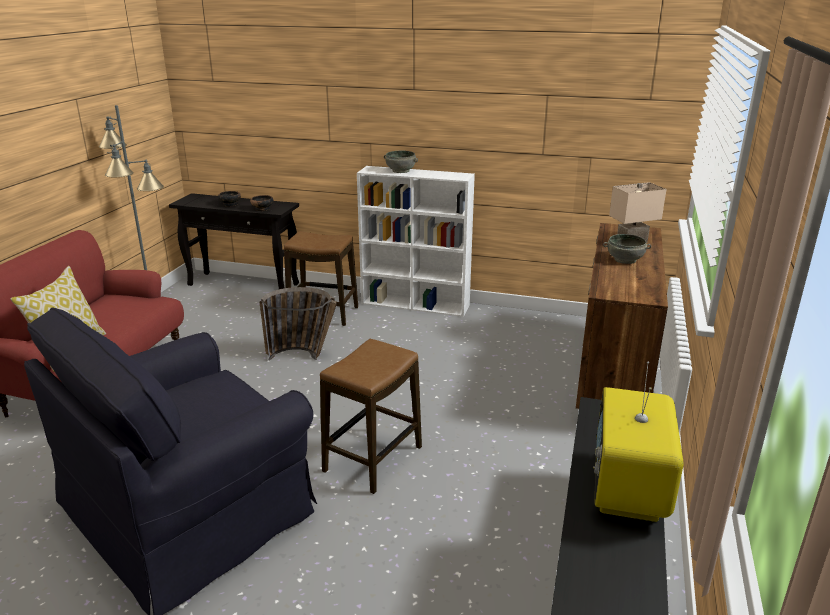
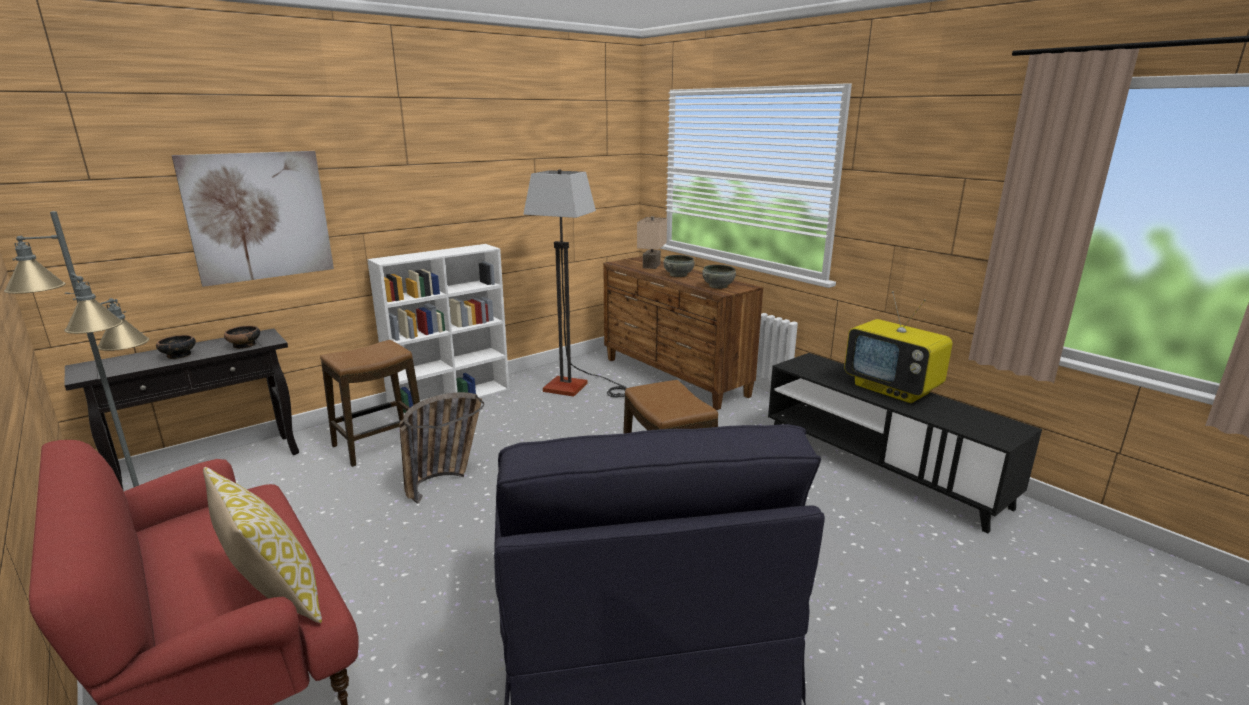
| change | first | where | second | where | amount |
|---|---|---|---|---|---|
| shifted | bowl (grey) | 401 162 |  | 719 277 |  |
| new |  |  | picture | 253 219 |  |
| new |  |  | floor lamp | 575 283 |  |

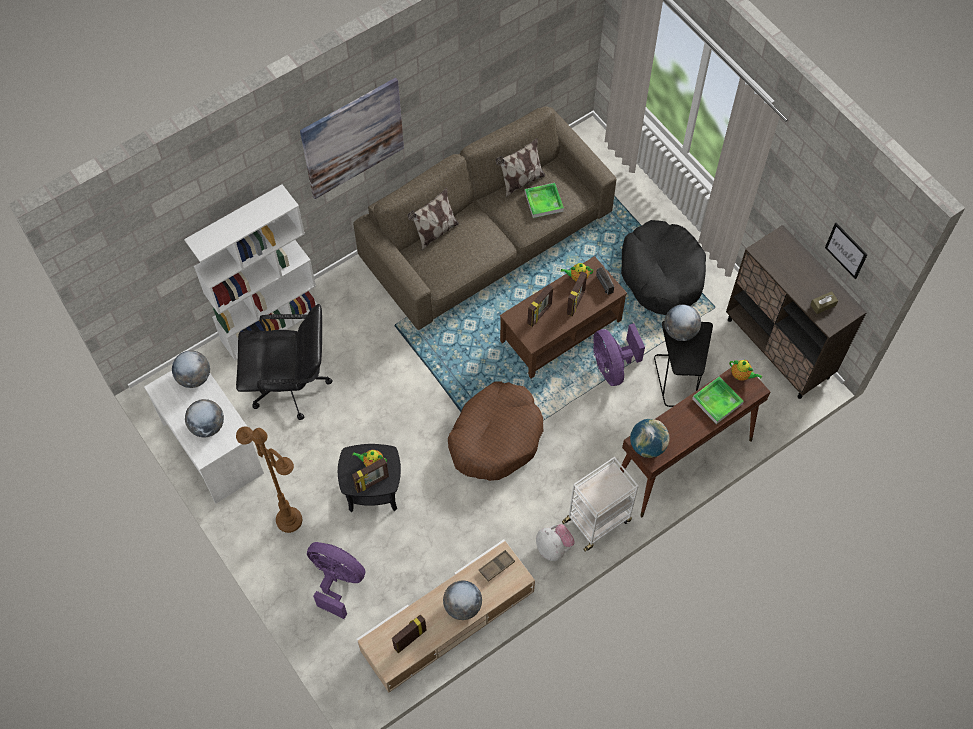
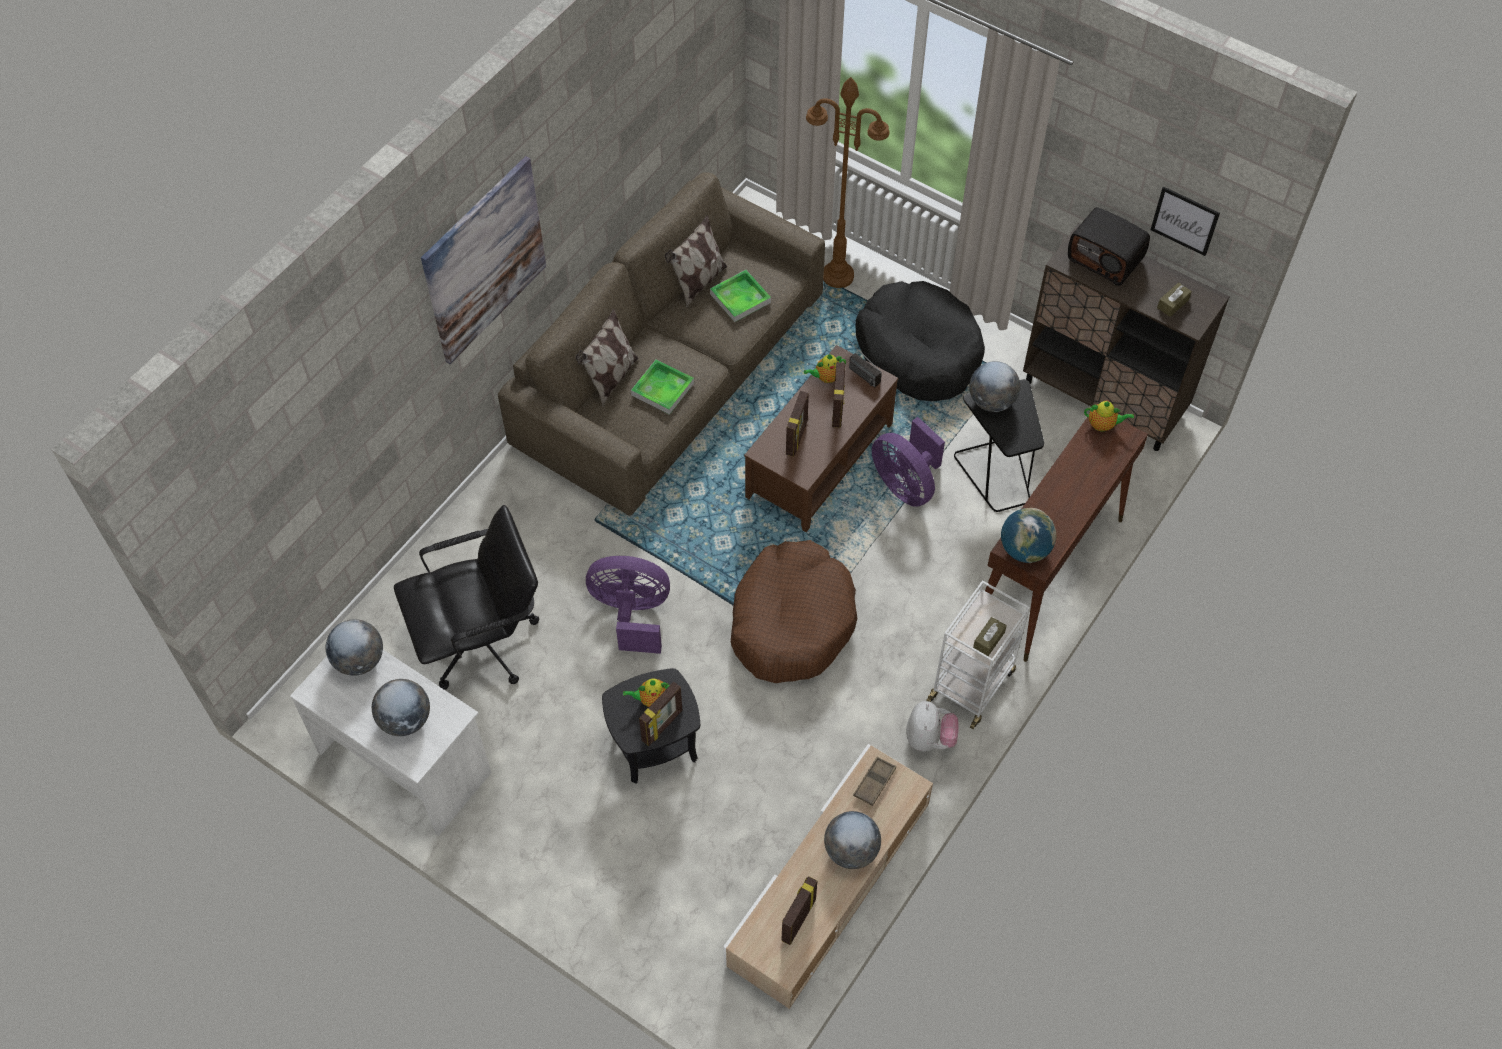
| change | first | where | second | where | amount |
|---|---|---|---|---|---|
| gone | bookcase (white) | 250 272 |  |  |  |
| shifted | floor lamp (brown) | 269 479 |  | 847 182 |  |
| shifted | fan (purple) | 336 580 |  | 628 605 |  |
| rotated | plush toy | 555 542 |  | 932 726 | 60 degrees clockwise |
| shifted | tray | 718 400 |  | 662 387 |  |
| new |  |  | tissue box (brown) | 990 636 |  |
| new |  |  | radio | 1109 246 |  |

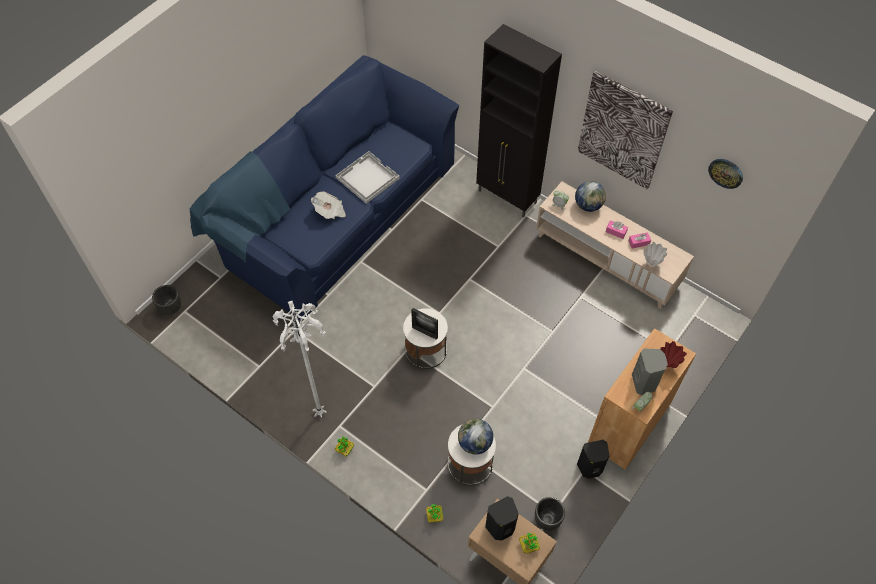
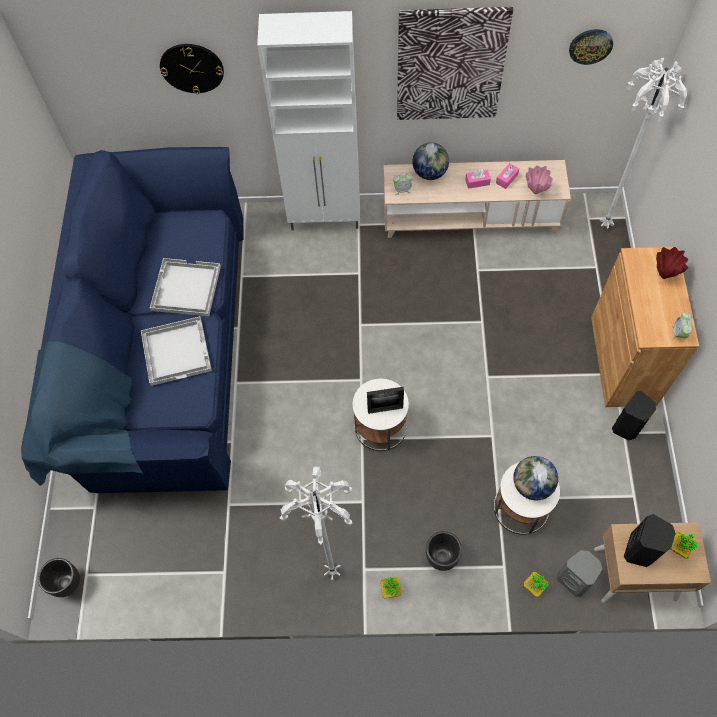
| change | first | where | second | where | amount |
|---|---|---|---|---|---|
| swapped | newspaper | 328 205 | tray (white) | 176 351 |  |
| repainted | cabinet (black) | 519 121 | cabinet (white) | 308 120 |  |
| shifted | planter (black) | 550 514 |  | 444 551 |  |
| shifted | speaker (grey) | 650 372 |  | 579 573 |  |
| repainted | vase (white) | 655 254 | vase (pink) | 539 179 |  |
| new |  |  | wall clock | 192 69 |  |
| new |  |  | floor lamp (white) | 643 143 |  |

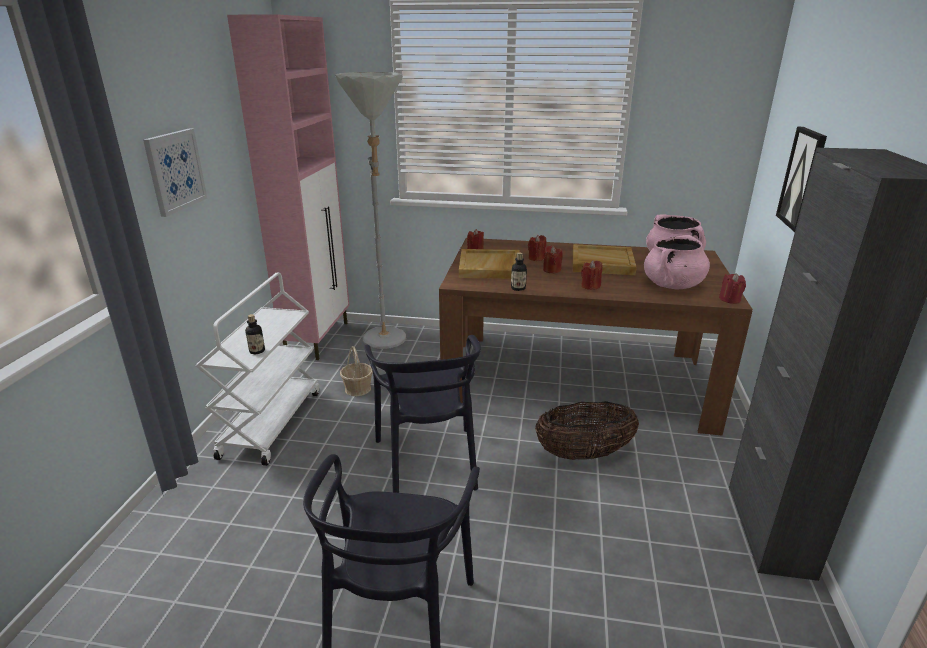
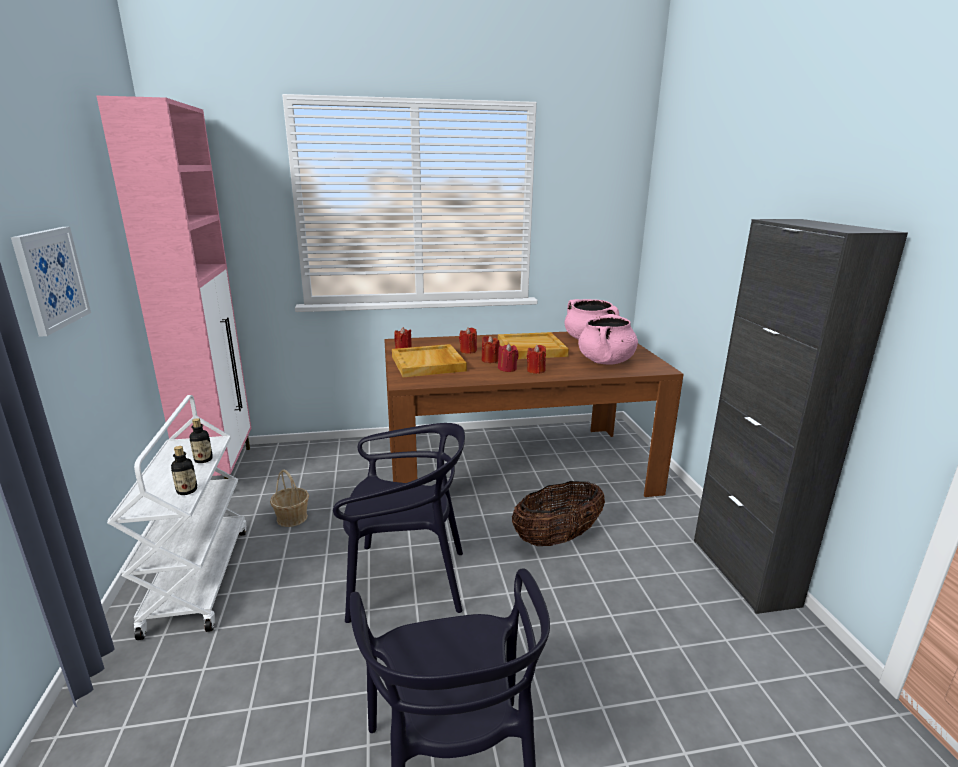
| change | first | where | second | where | amount |
|---|---|---|---|---|---|
| gone | floor lamp (grey) | 370 210 |  |  |  |
| rotated | chair (black) | 422 414 |  | 399 523 | 60 degrees counterclockwise |
| shifted | bottle | 519 272 |  | 201 440 |  |
| shifted | candle (red) | 732 288 |  | 508 358 |  |
| gone | picture | 801 179 |  |  |  |

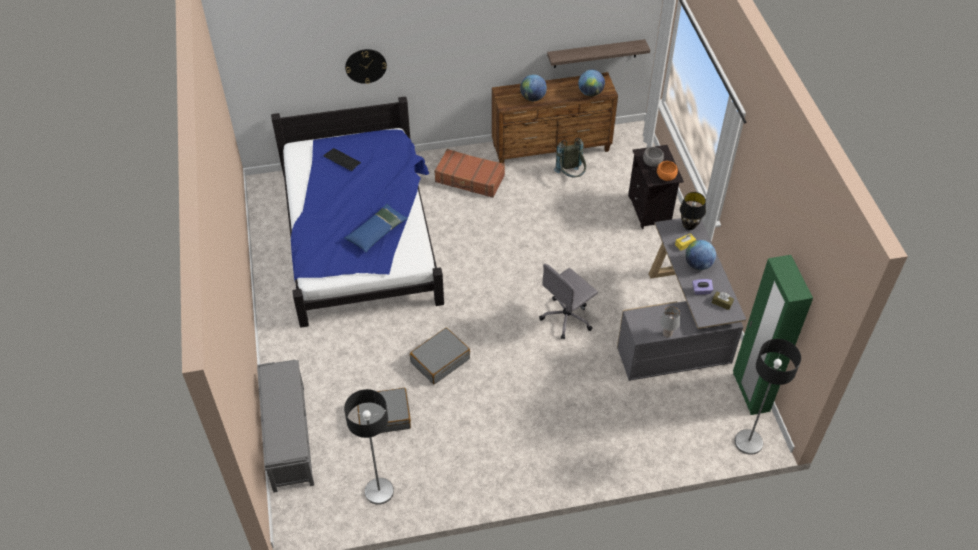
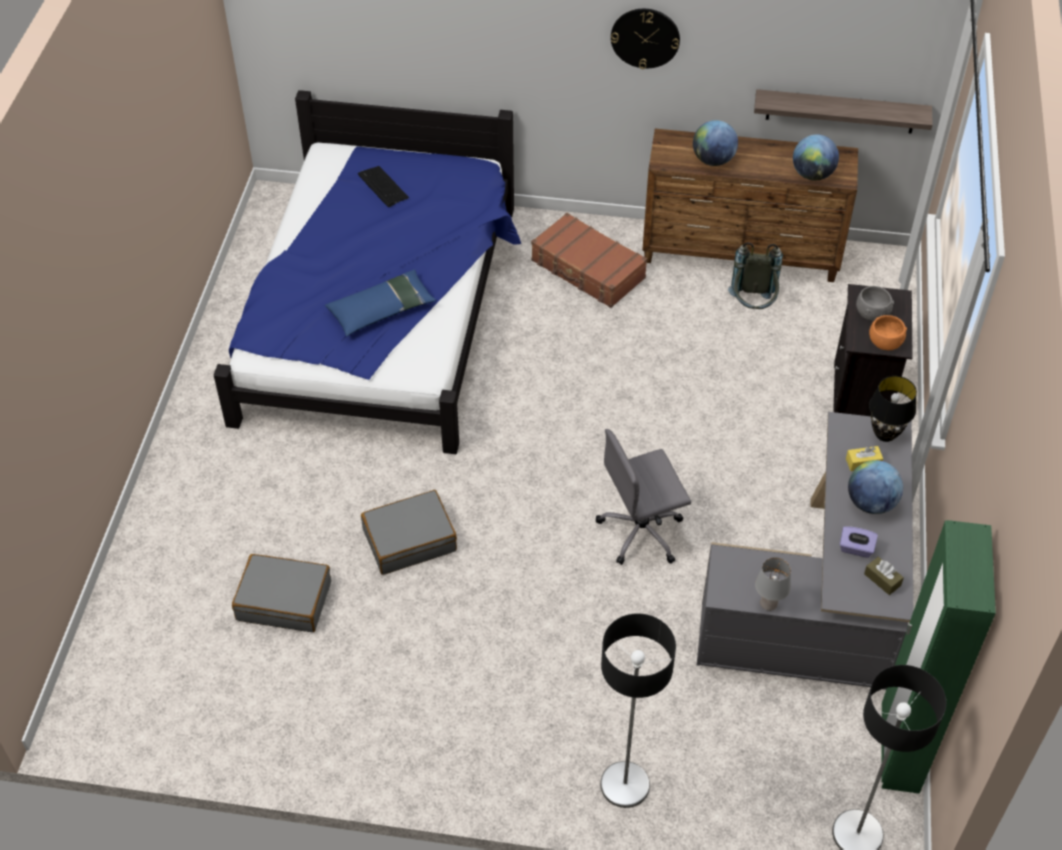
| change | first | where | second | where | amount |
|---|---|---|---|---|---|
| gone | bench (grey) | 285 426 |  |  |  |
| shifted | floor lamp | 369 447 |  | 638 711 |  |
| shifted | wall clock | 366 66 |  | 645 39 |  |

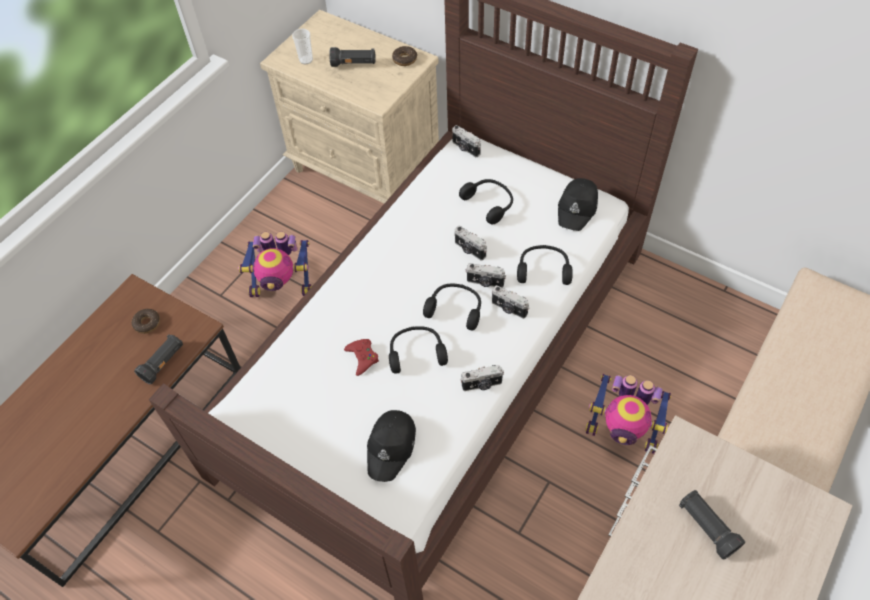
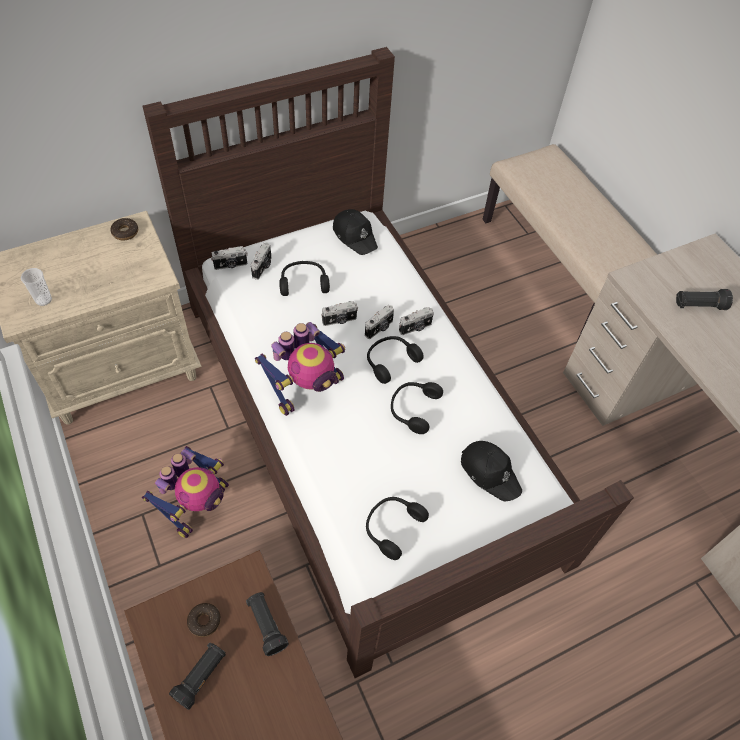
| change | first | where | second | where | amount |
|---|---|---|---|---|---|
| shifted | flashlight (black) | 352 57 |  | 197 676 |  |
| gone | game controller (red) | 361 357 |  |  |  |
| shifted | photo camera | 482 378 |  | 261 261 |  |
| shifted | headphones (black) | 545 265 |  | 397 528 |  |
| shifted | toy robot | 628 414 |  | 300 369 |  |

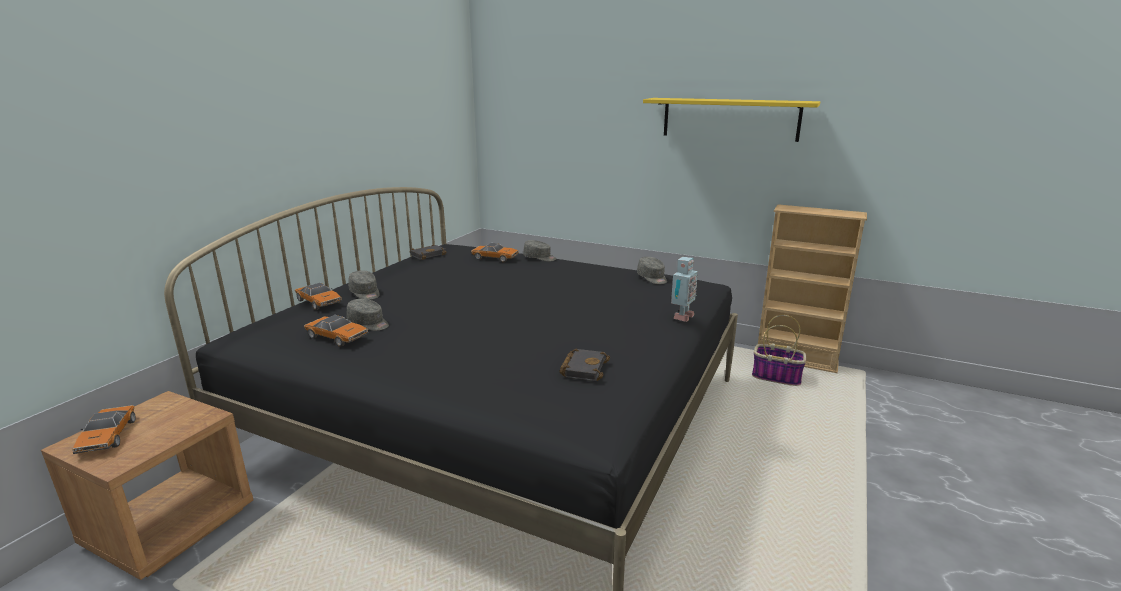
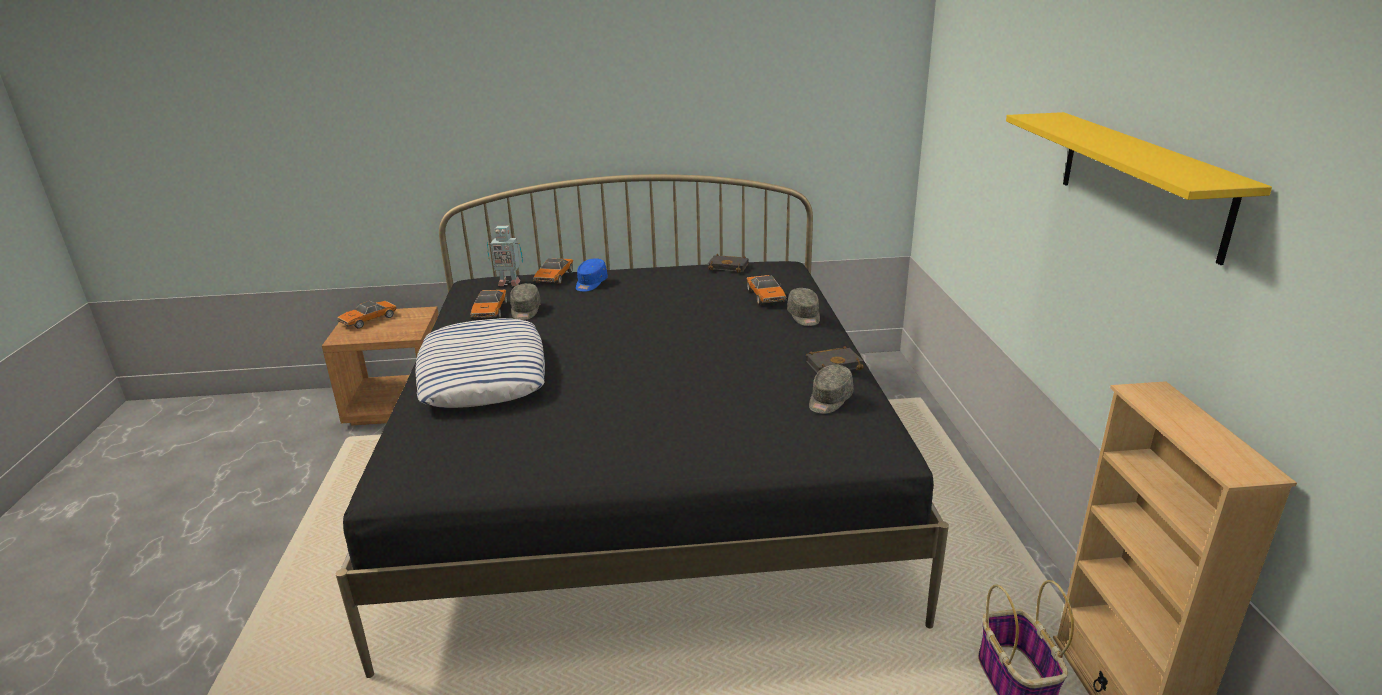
| change | first | where | second | where | amount |
|---|---|---|---|---|---|
| repainted | cap (grey) | 364 285 | cap (blue) | 592 275 |  |
| shifted | book (black) | 584 365 |  | 835 359 |  |
| shifted | toy robot | 684 289 |  | 505 256 |  |
| new |  |  | pillow | 480 363 |  |

